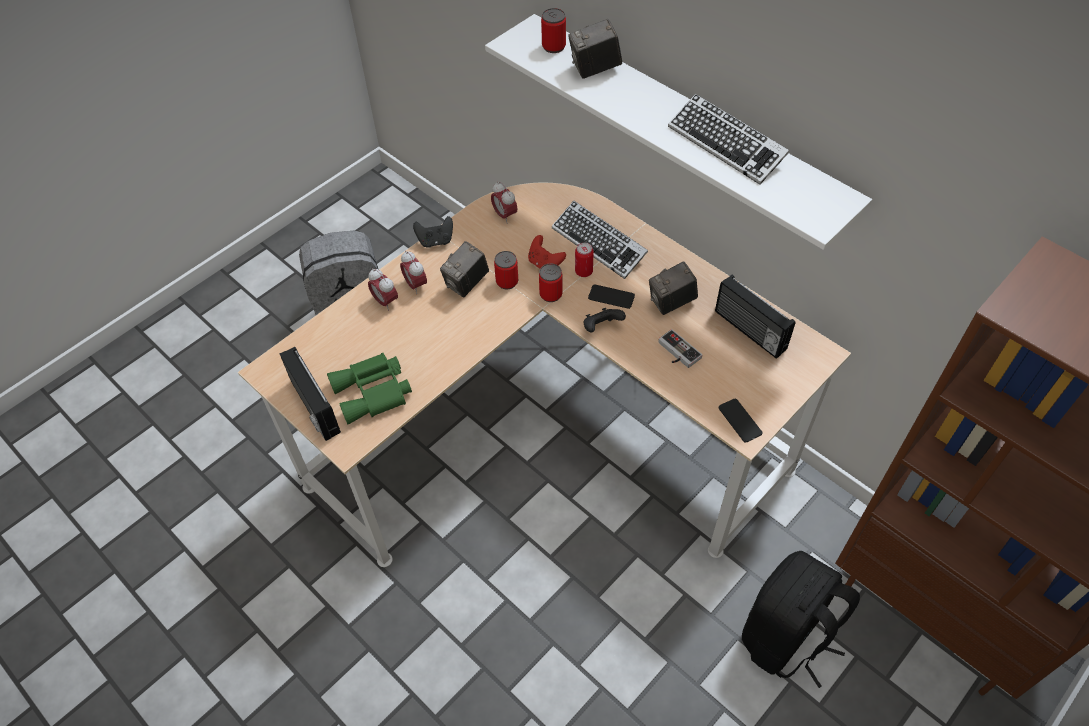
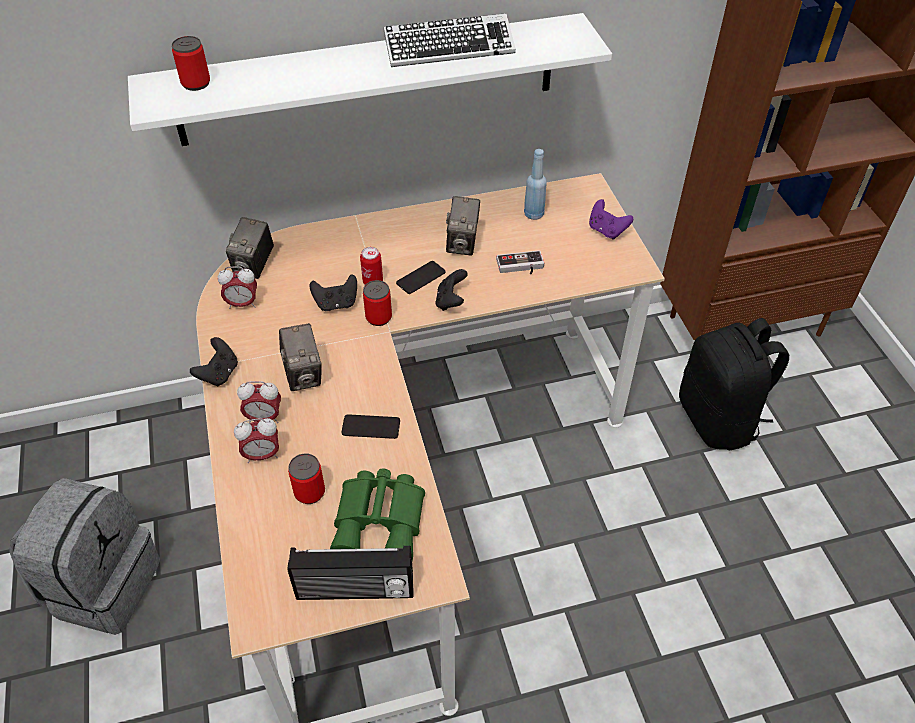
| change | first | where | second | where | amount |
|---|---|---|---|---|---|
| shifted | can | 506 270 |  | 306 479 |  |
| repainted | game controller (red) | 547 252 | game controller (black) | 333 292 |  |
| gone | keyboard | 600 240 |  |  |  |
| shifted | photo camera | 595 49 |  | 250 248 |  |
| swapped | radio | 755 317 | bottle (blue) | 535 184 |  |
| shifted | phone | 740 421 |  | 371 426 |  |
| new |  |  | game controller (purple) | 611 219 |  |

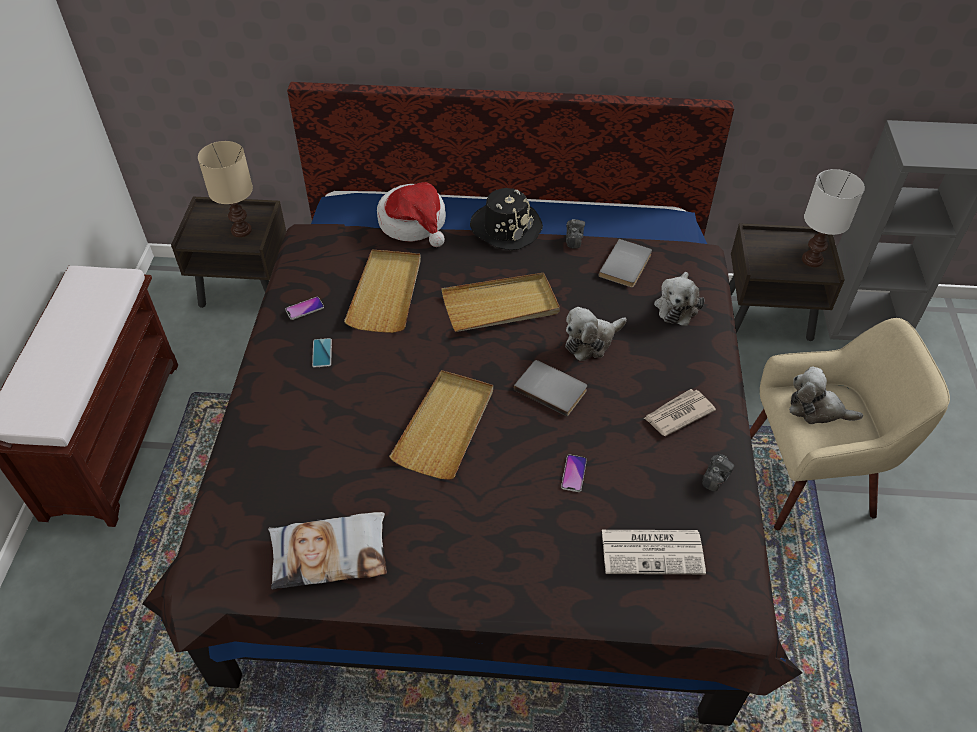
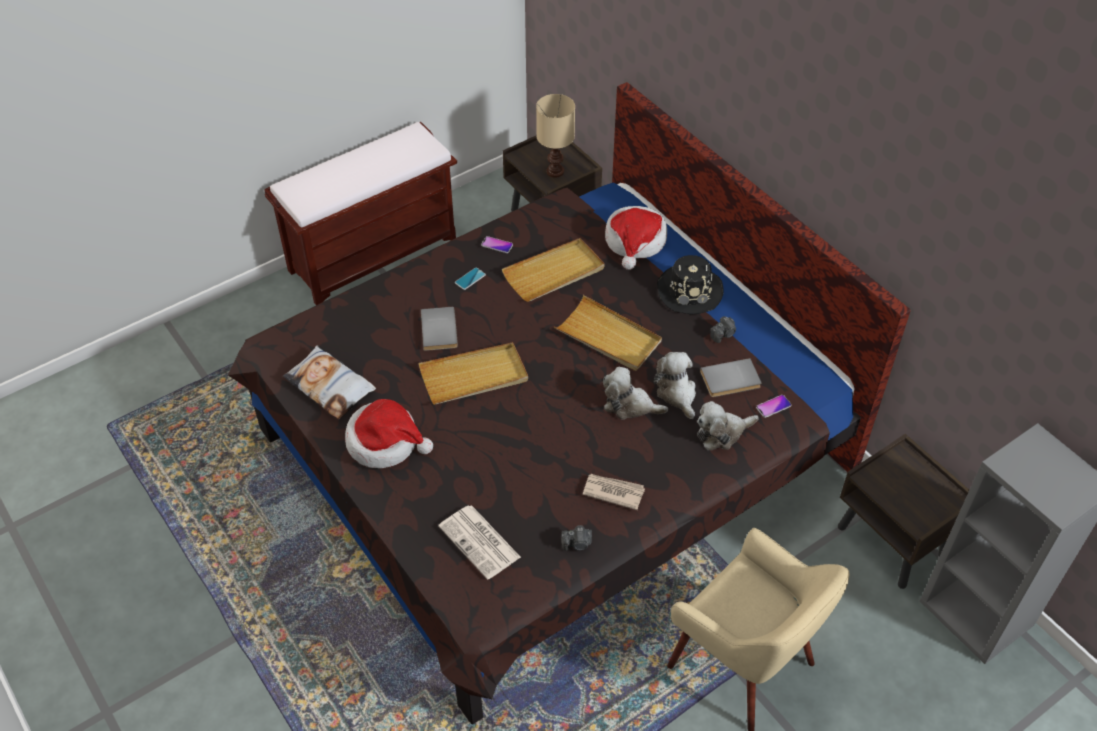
| change | first | where | second | where | amount |
|---|---|---|---|---|---|
| shifted | book (grey) | 550 388 |  | 439 329 |  |
| shifted | phone | 574 473 |  | 773 406 |  |
| shifted | plush toy | 826 395 |  | 674 385 |  |
| gone | table lamp (white) | 833 218 |  |  |  |
| new |  |  | hat | 389 433 |  |

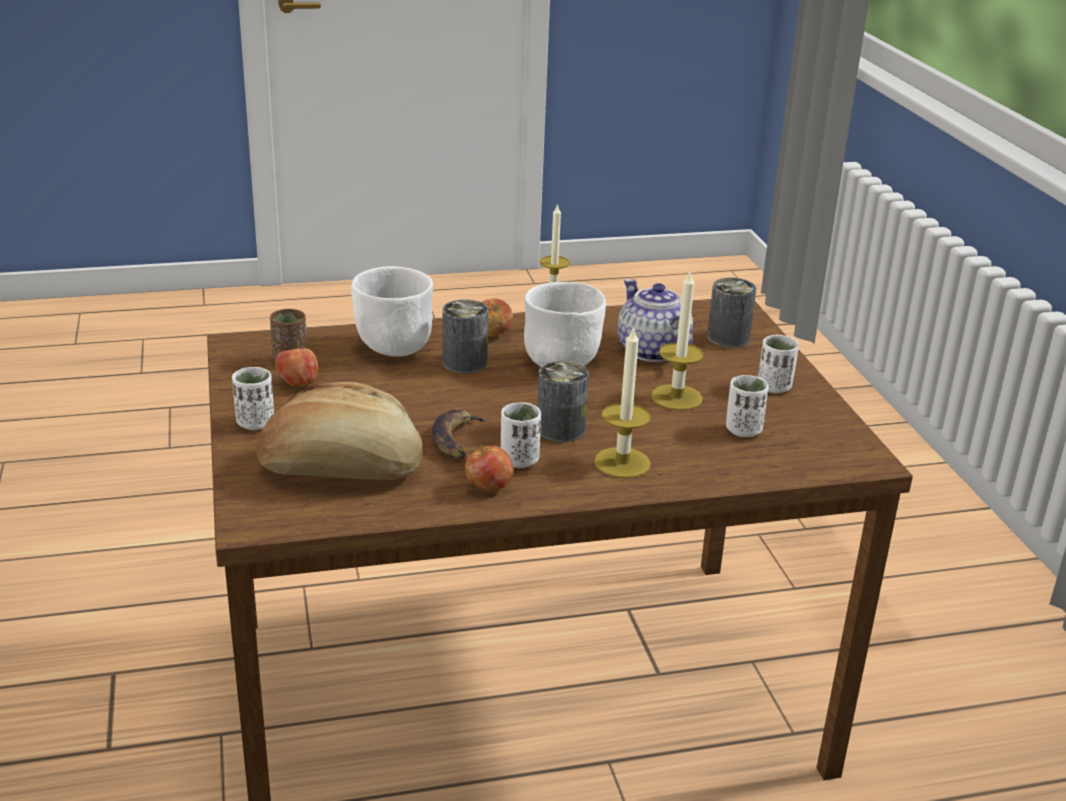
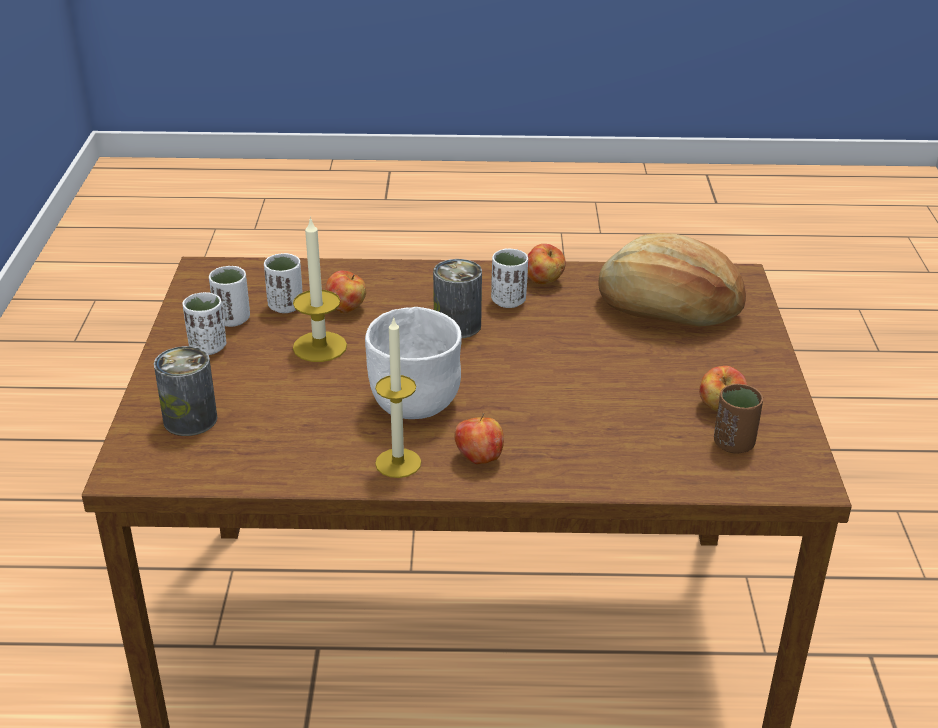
| change | first | where | second | where | amount |
|---|---|---|---|---|---|
| shifted | cup (white) | 253 398 |  | 229 296 |  |
| gone | bowl (white) | 392 311 |  |  |  |
| gone | banana | 460 434 |  |  |  |
| gone | can | 465 336 |  |  |  |
| gone | candle | 622 402 |  |  |  |
| gone | teapot | 655 320 |  |  |  |
| new |  |  | apple | 345 292 |  |

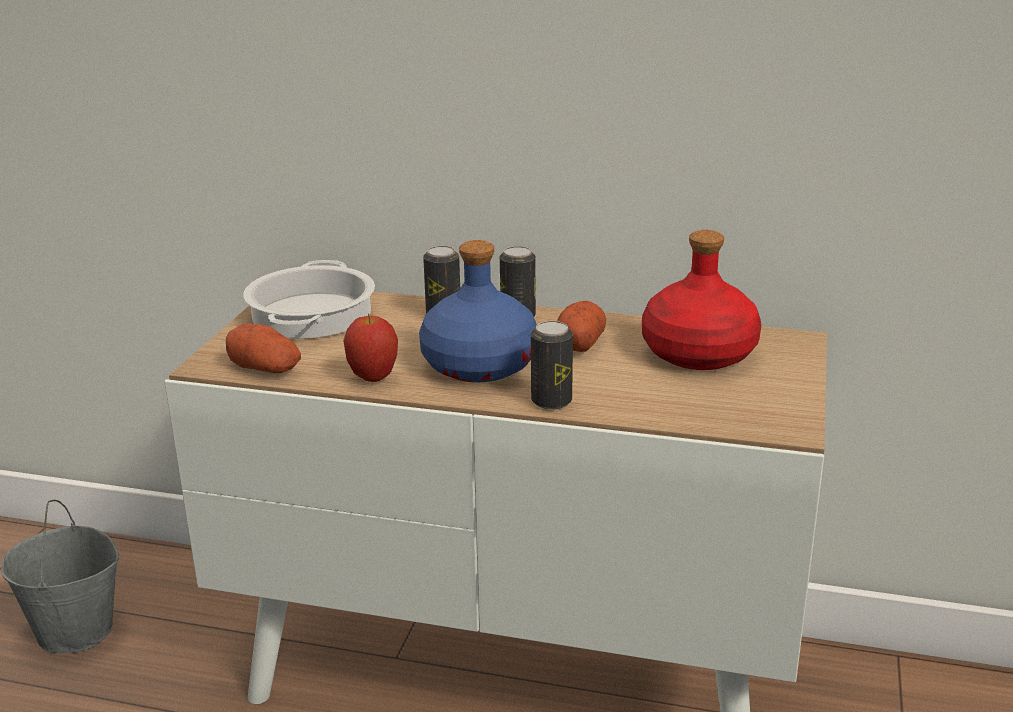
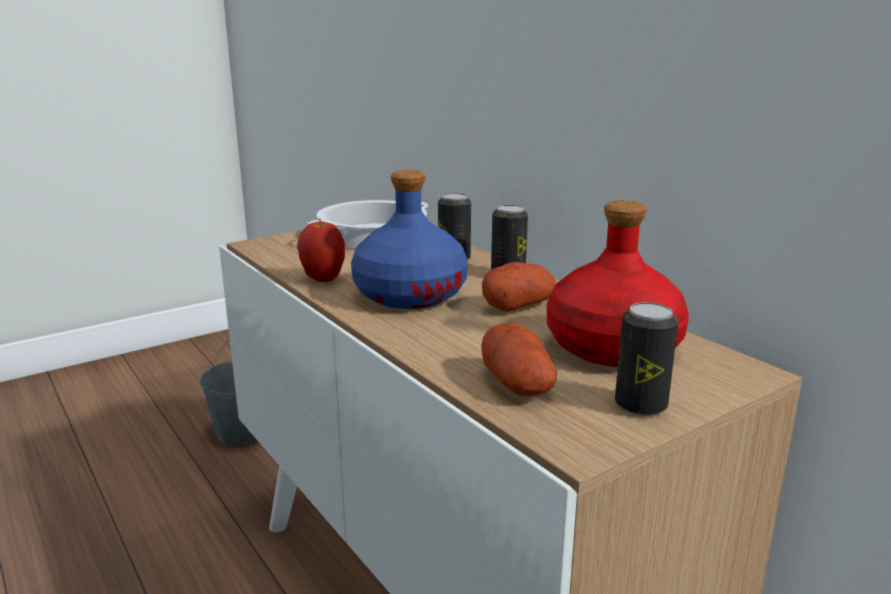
| change | first | where | second | where | amount |
|---|---|---|---|---|---|
| shifted | potato | 263 348 |  | 519 359 |  |
| shifted | can | 552 365 |  | 646 359 |  |

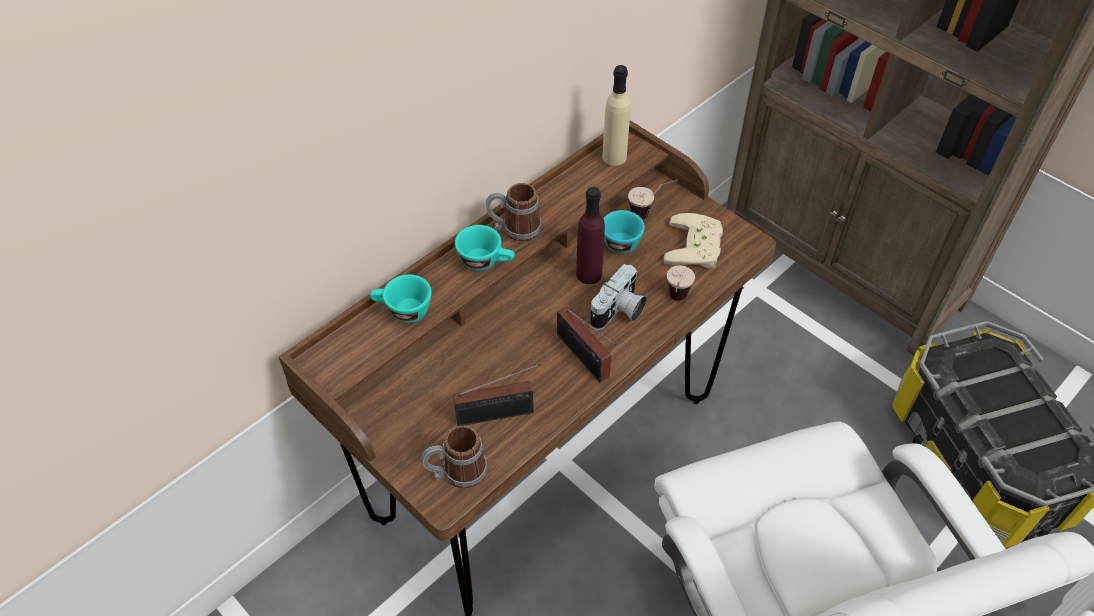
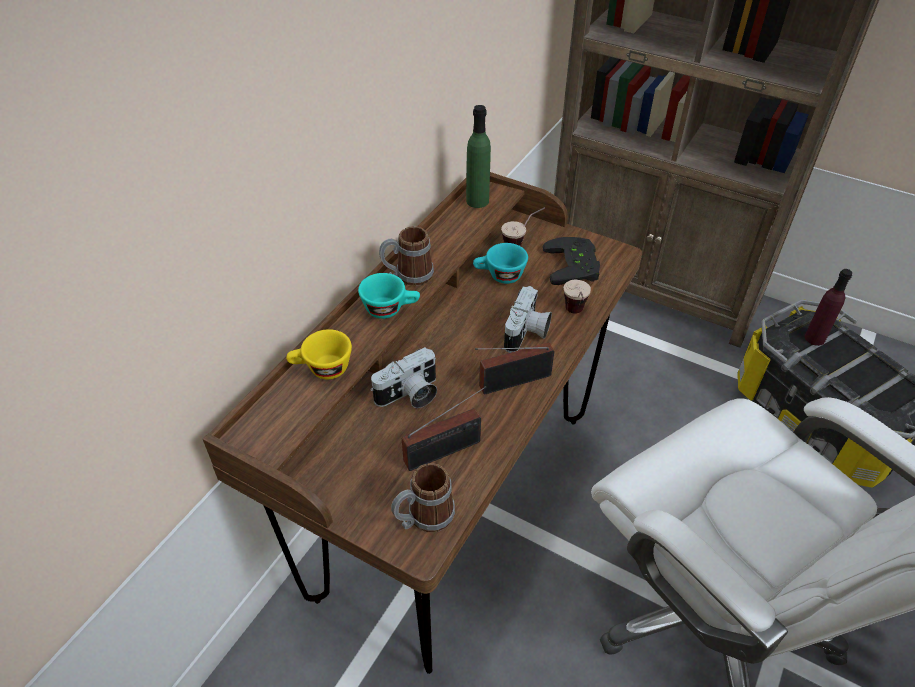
| change | first | where | second | where | amount |
|---|---|---|---|---|---|
| repainted | cup (turquoise) | 401 298 | cup (yellow) | 319 354 |  |
| rotated | radio | 587 344 |  | 514 369 | 120 degrees clockwise |
| shifted | bottle (purple) | 590 235 |  | 828 307 |  |
| repainted | bottle (beige) | 616 115 | bottle (green) | 478 156 |  |
| repainted | game controller (beige) | 693 241 | game controller (black) | 571 261 |  |
| new |  |  | photo camera | 404 377 |  |

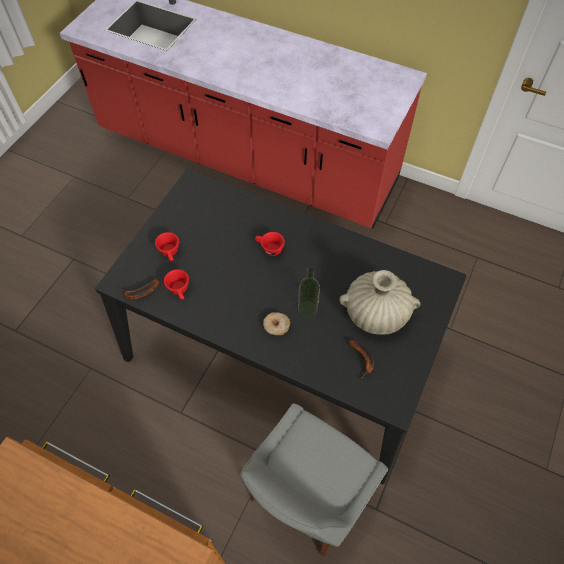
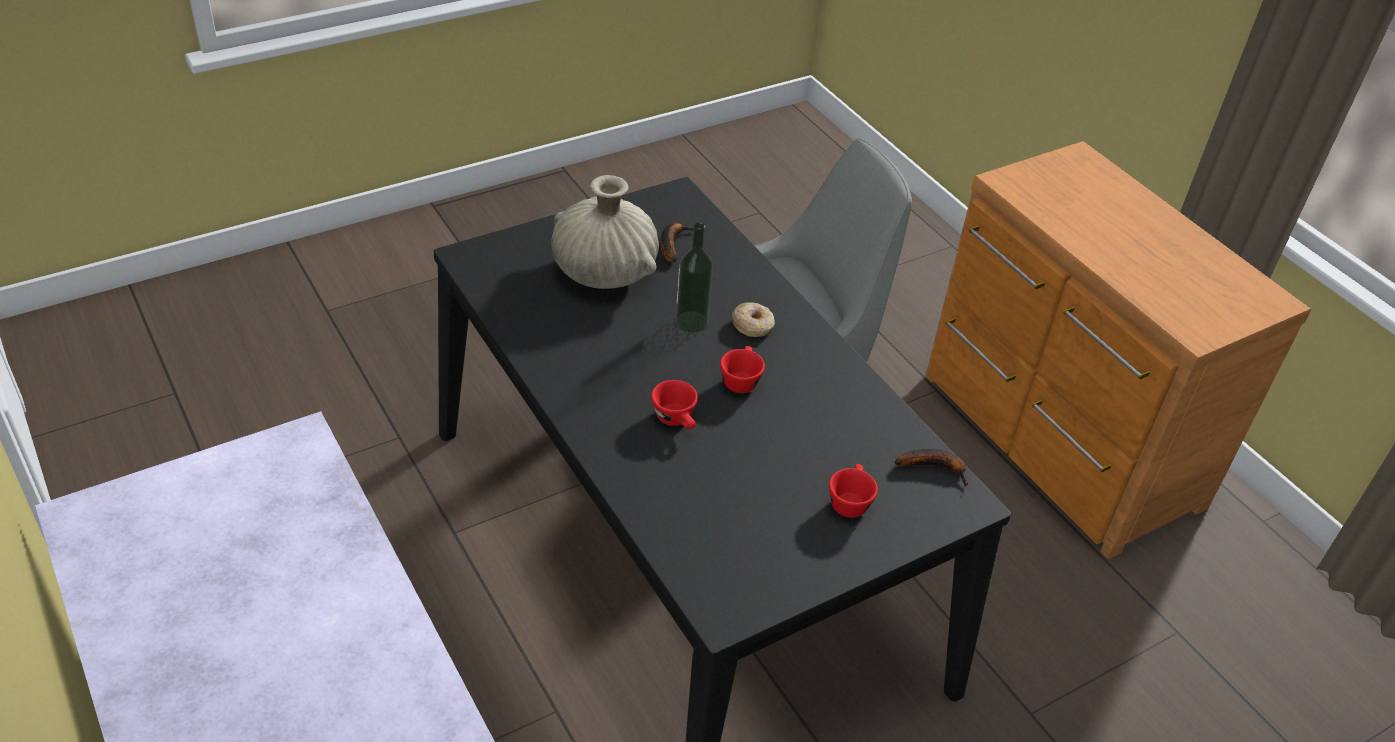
| change | first | where | second | where | amount |
|---|---|---|---|---|---|
| shifted | cup (red) | 176 284 |  | 742 369 |  |

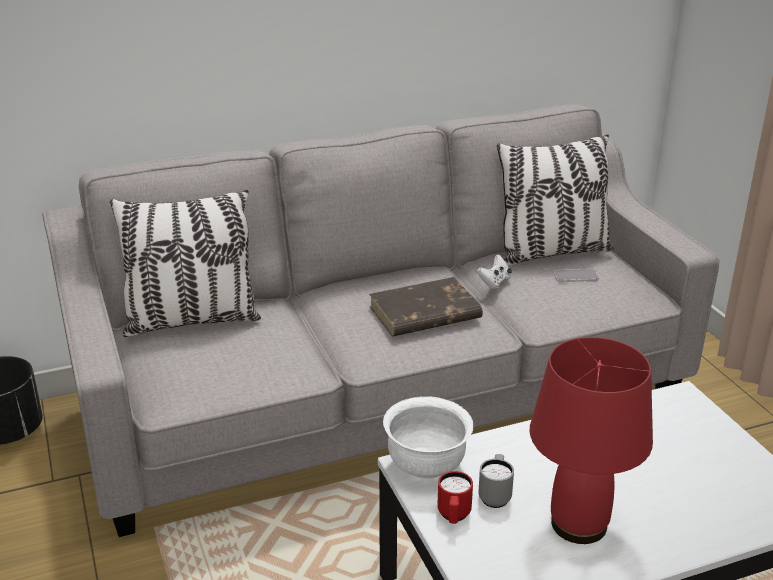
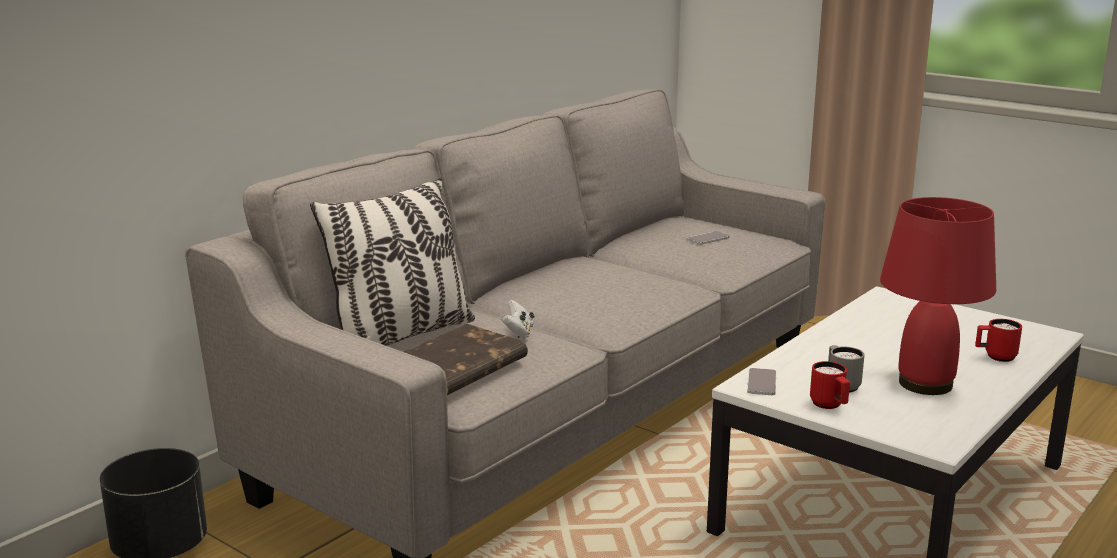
| change | first | where | second | where | amount |
|---|---|---|---|---|---|
| shifted | book (brown) | 426 307 |  | 466 359 |  |
| swapped | bowl (white) | 428 437 | phone | 761 381 |  |
| shifted | game controller (white) | 494 271 |  | 518 319 |  |
| gone | pillow | 555 200 |  |  |  |
| new |  |  | mug (red) | 998 340 |  |

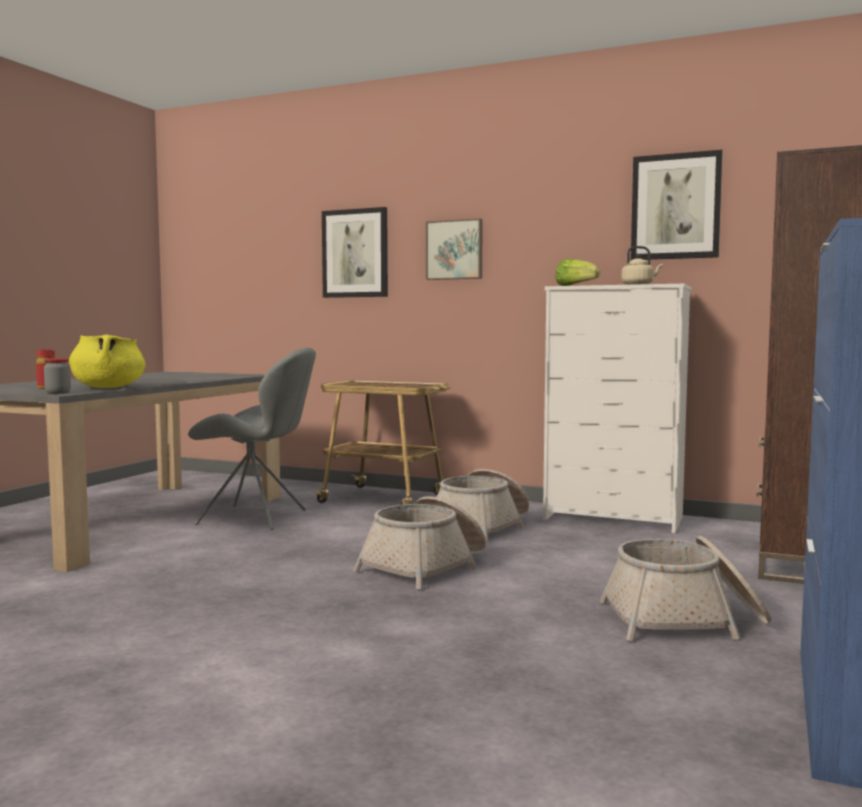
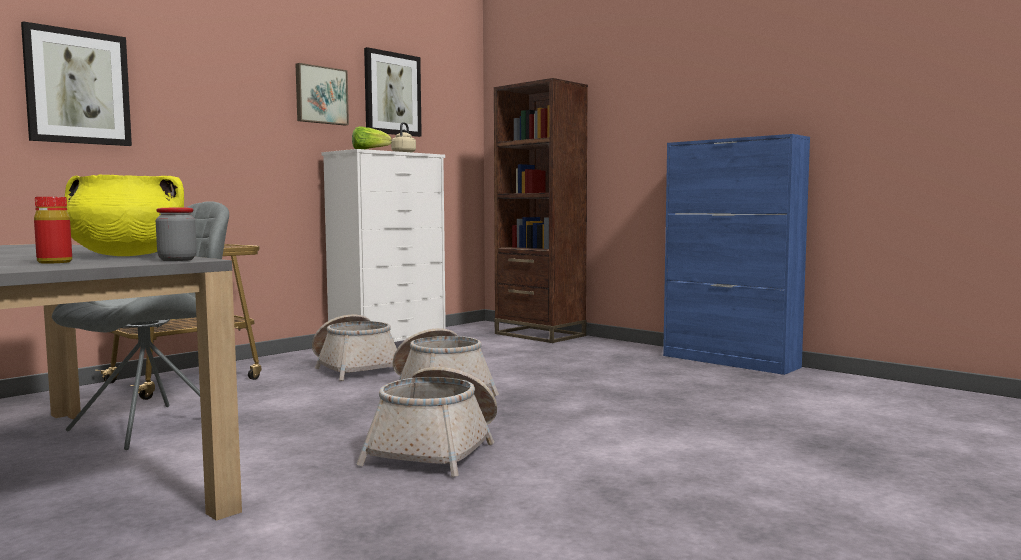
| change | first | where | second | where | amount |
|---|---|---|---|---|---|
| shifted | picture | 454 249 |  | 322 94 |  |
| shifted | basket | 685 588 |  | 426 422 |  |

